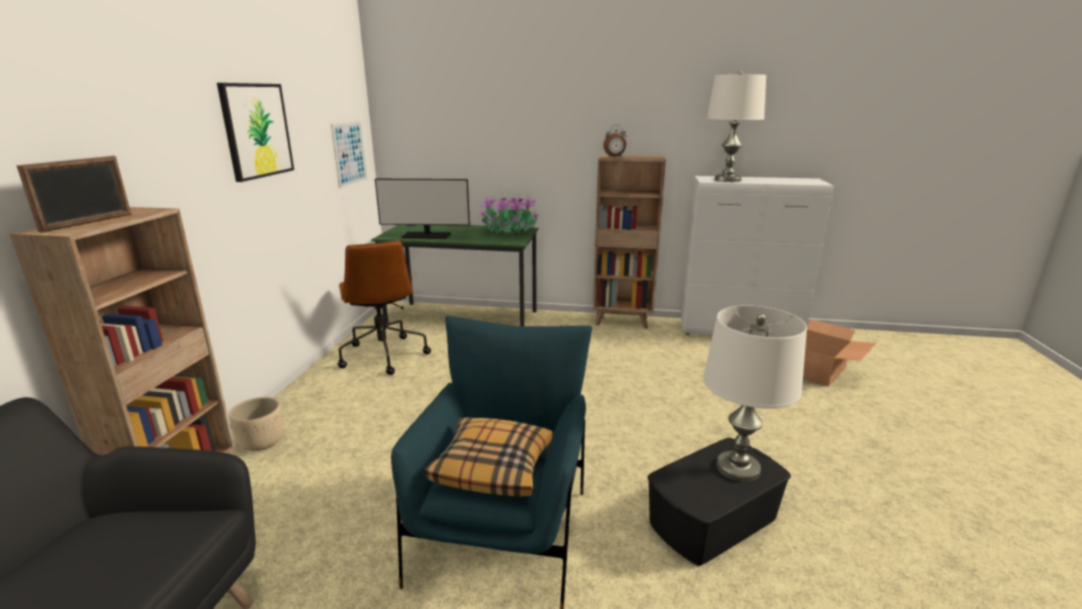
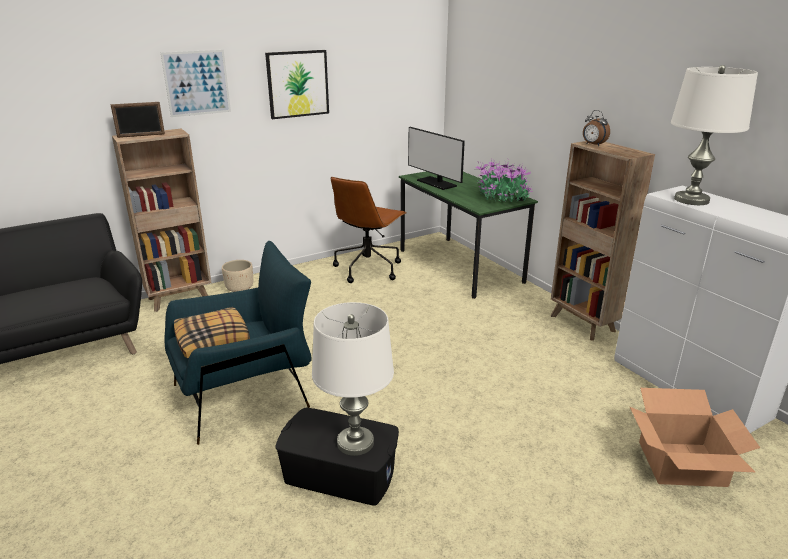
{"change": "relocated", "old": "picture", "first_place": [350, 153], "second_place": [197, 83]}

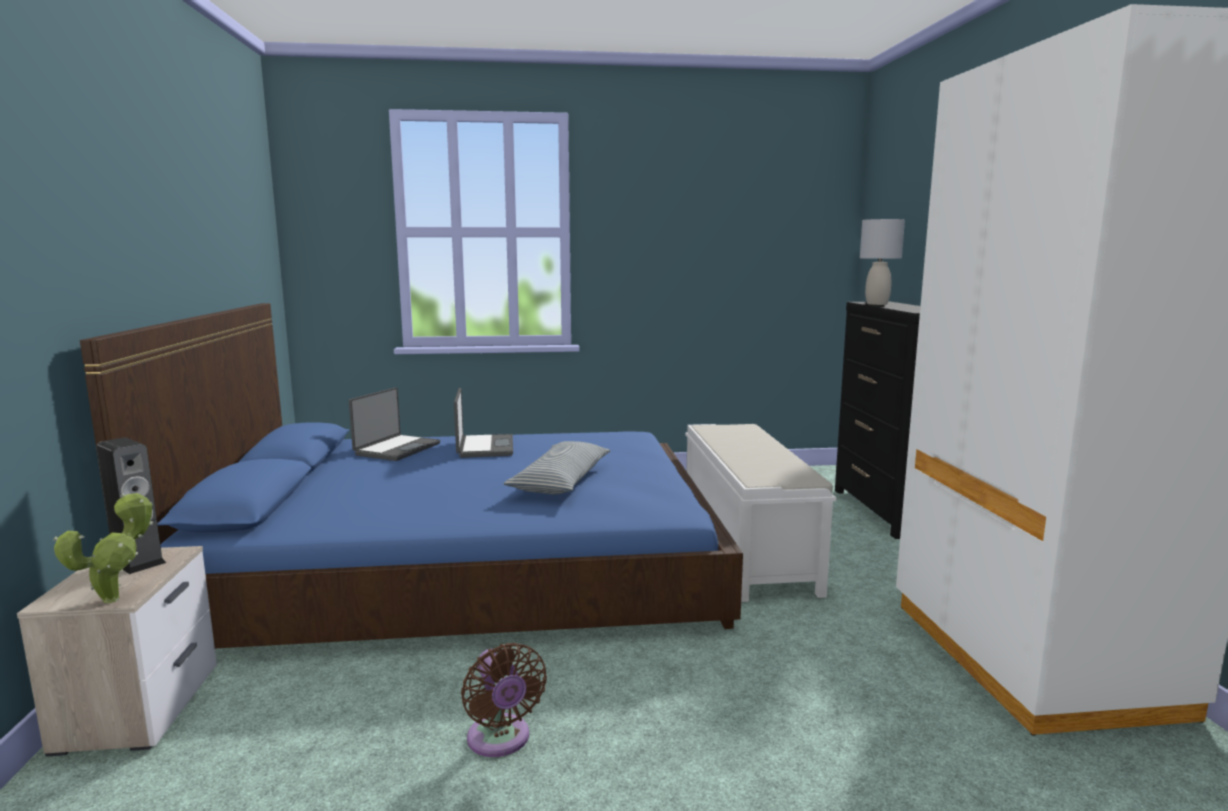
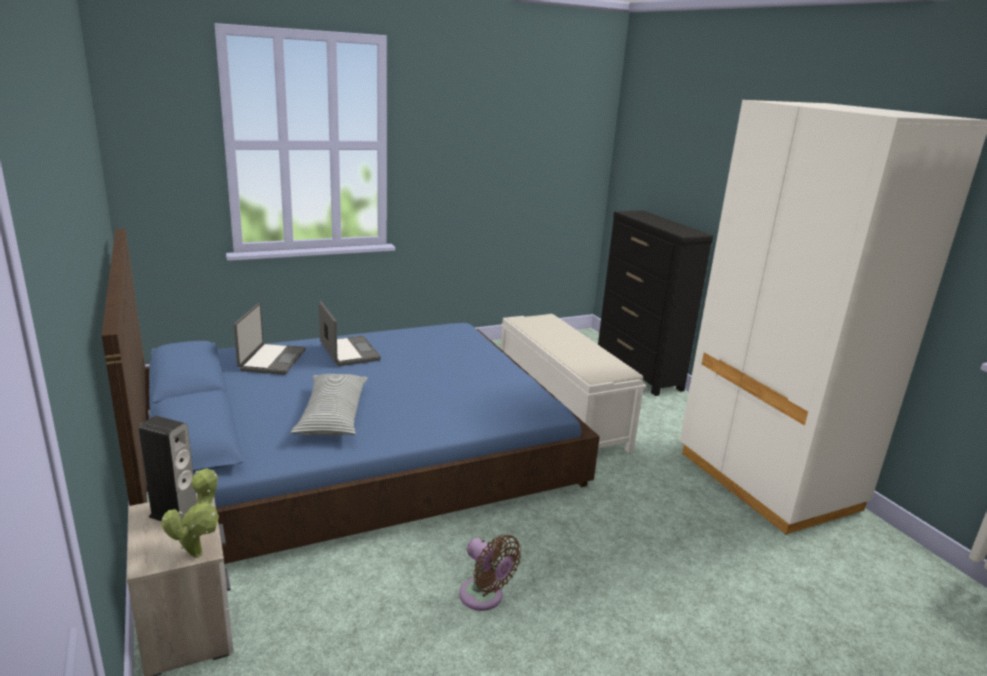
{"change": "relocated", "old": "pillow", "first_place": [561, 481], "second_place": [332, 415]}
{"change": "missing", "old": "grey table lamp", "first_place": [877, 304]}

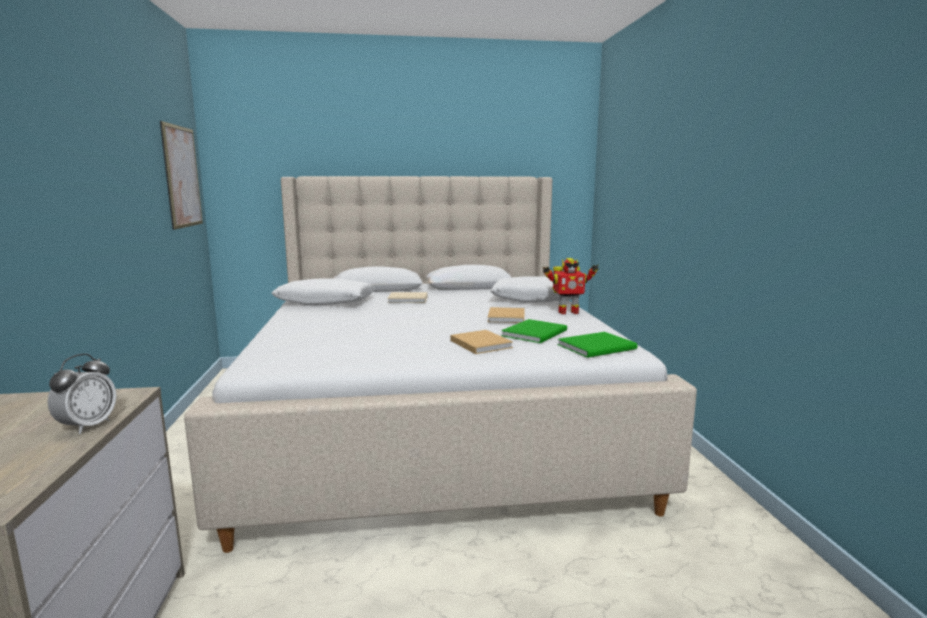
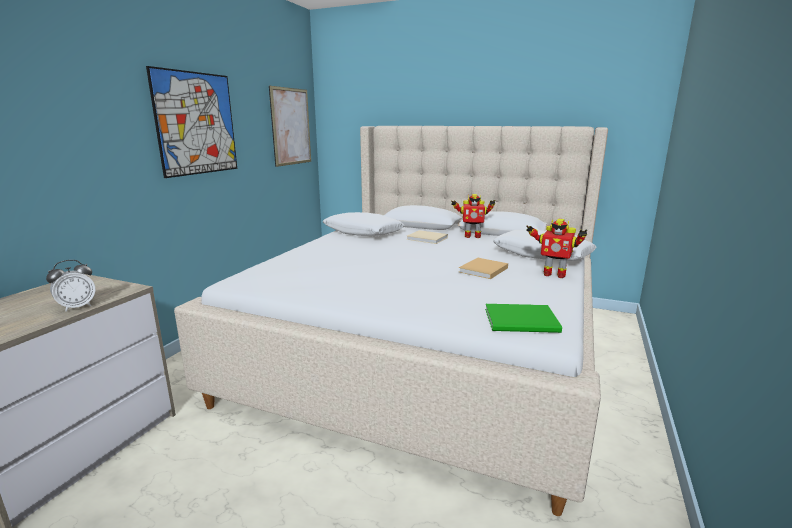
{"change": "missing", "old": "beige book", "first_place": [480, 343]}
{"change": "missing", "old": "green book", "first_place": [536, 333]}
{"change": "appeared", "new": "picture", "second_place": [196, 123]}
{"change": "appeared", "new": "toy robot", "second_place": [472, 236]}

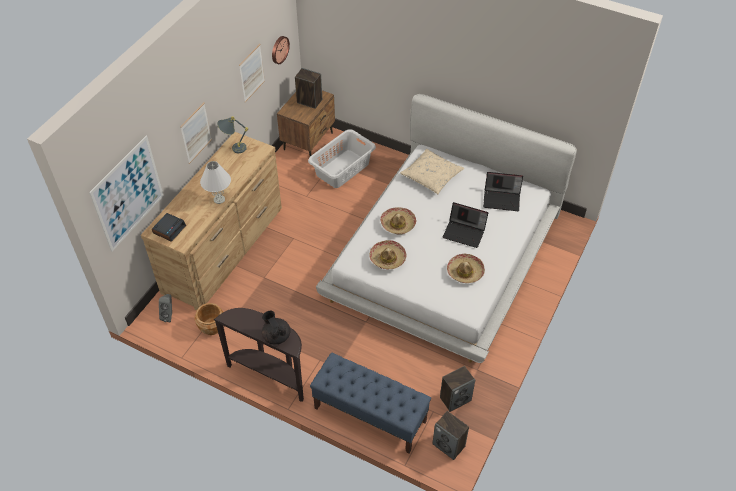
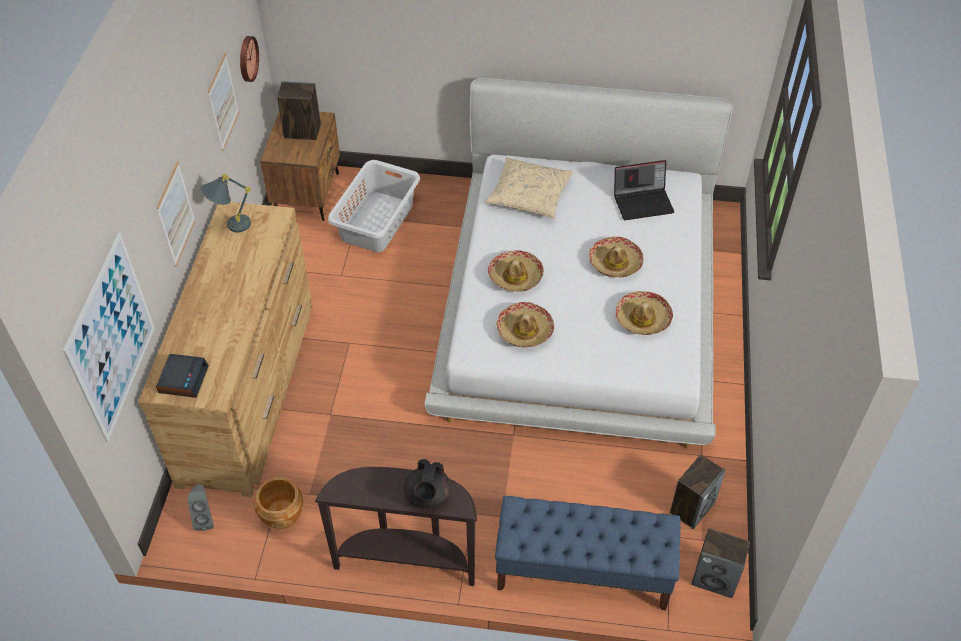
{"change": "missing", "old": "white table lamp", "first_place": [219, 199]}
{"change": "spun", "old": "black teapot", "first_place": [276, 336], "second_place": [427, 496], "degrees": -120}
{"change": "exchanged", "old": "laptop", "new": "hat", "first_place": [464, 232], "second_place": [615, 263]}

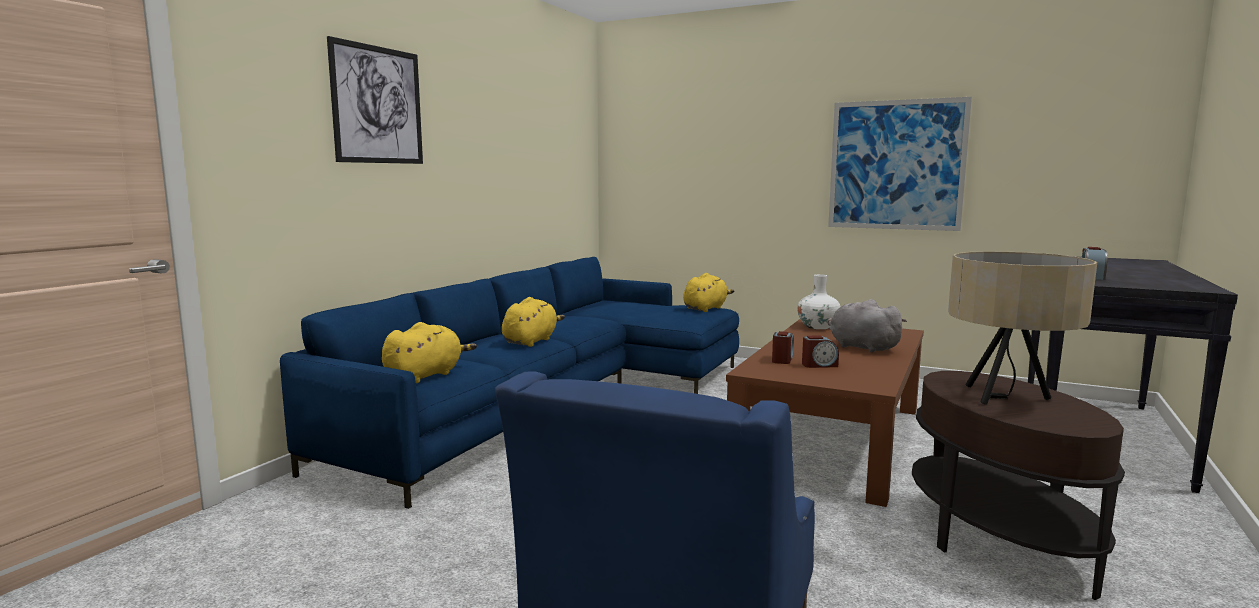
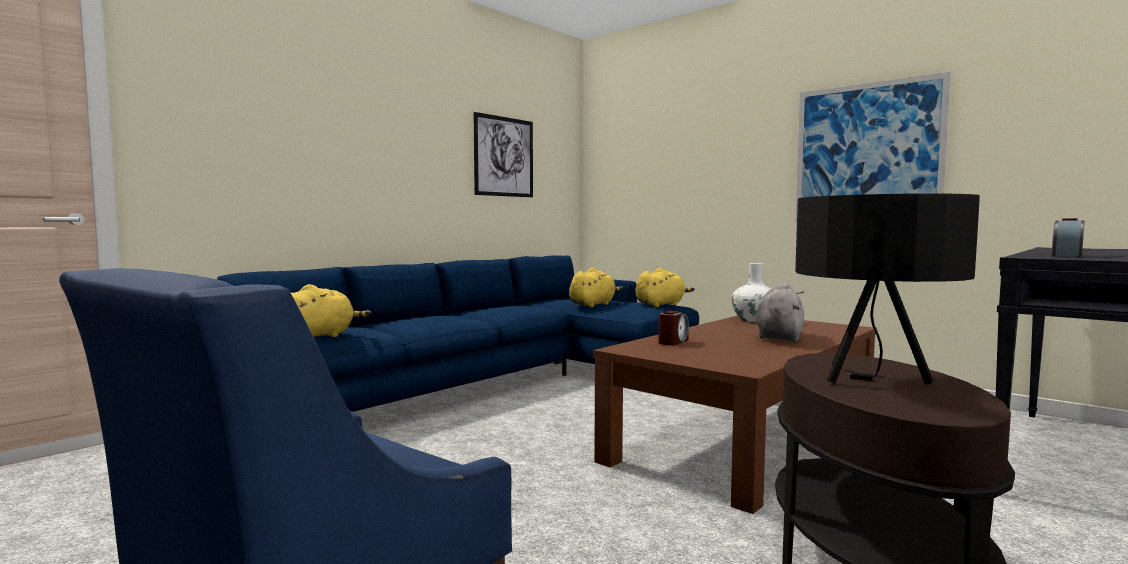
{"change": "relocated", "old": "picture", "first_place": [378, 105], "second_place": [504, 156]}
{"change": "relocated", "old": "yellow plush toy", "first_place": [531, 341], "second_place": [593, 305]}
{"change": "missing", "old": "alarm clock", "first_place": [819, 365]}
{"change": "spun", "old": "grey plush toy", "first_place": [861, 347], "second_place": [779, 337], "degrees": 45}
{"change": "colour", "old": "beige table lamp", "new": "black table lamp", "first_place": [1008, 398], "second_place": [875, 380]}

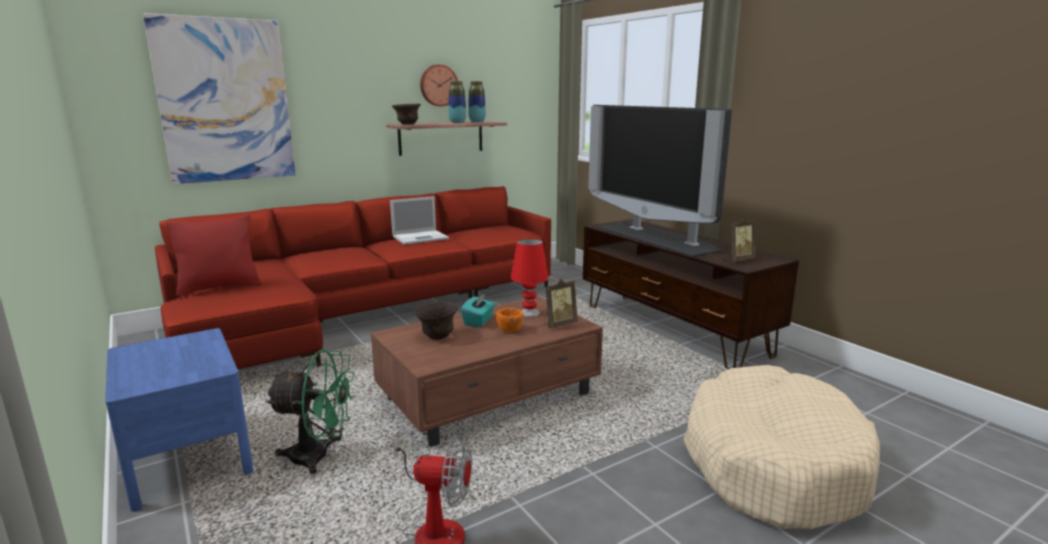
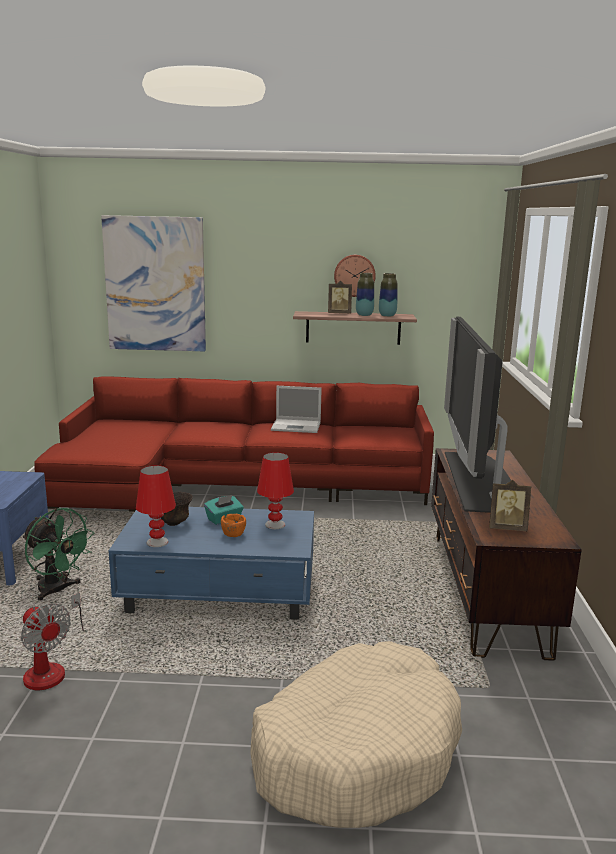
{"change": "missing", "old": "red pillow", "first_place": [219, 287]}
{"change": "colour", "old": "brown coffee table", "new": "blue coffee table", "first_place": [491, 397], "second_place": [221, 592]}
{"change": "missing", "old": "brown bowl", "first_place": [407, 124]}
{"change": "relocated", "old": "picture frame", "first_place": [558, 324], "second_place": [339, 313]}
{"change": "appeared", "new": "red table lamp", "second_place": [157, 542]}

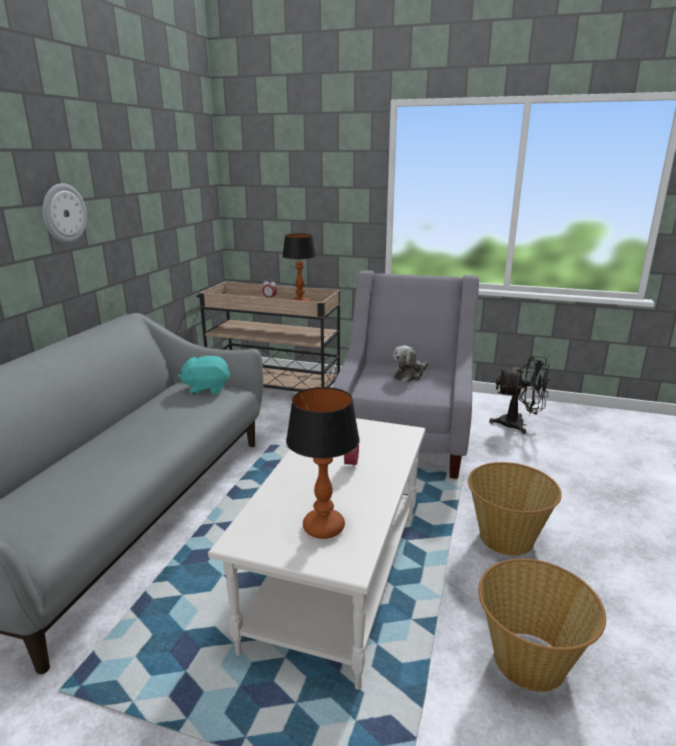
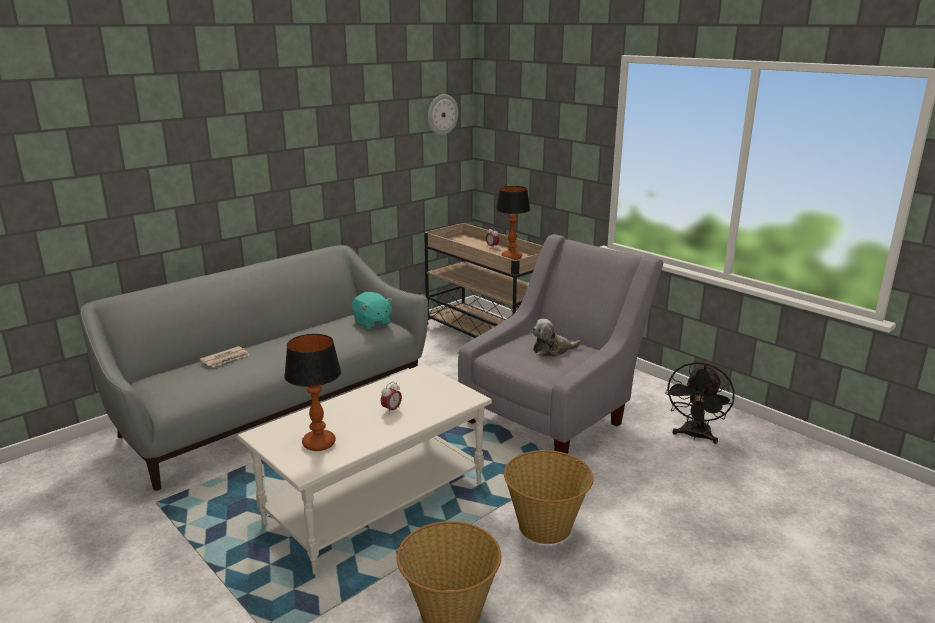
{"change": "relocated", "old": "wall clock", "first_place": [63, 213], "second_place": [442, 114]}
{"change": "spun", "old": "turquoise plush toy", "first_place": [207, 388], "second_place": [372, 323], "degrees": -150}
{"change": "spun", "old": "black fan", "first_place": [518, 424], "second_place": [695, 436], "degrees": 75}
{"change": "appeared", "new": "newspaper", "second_place": [226, 359]}

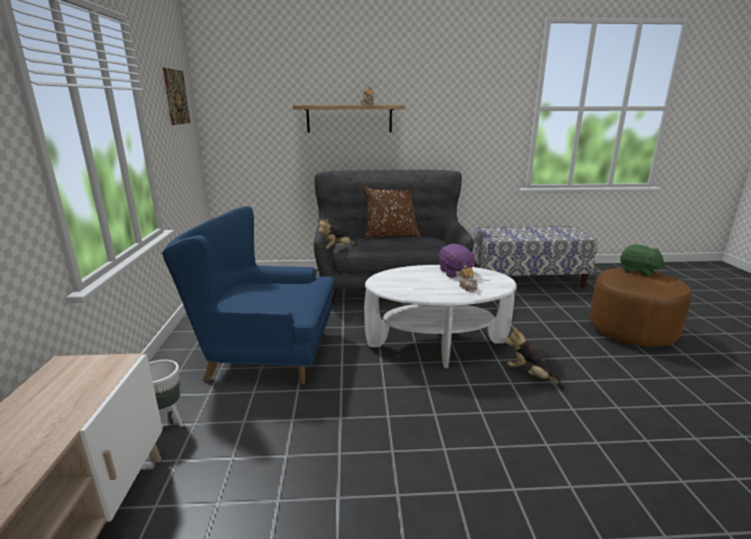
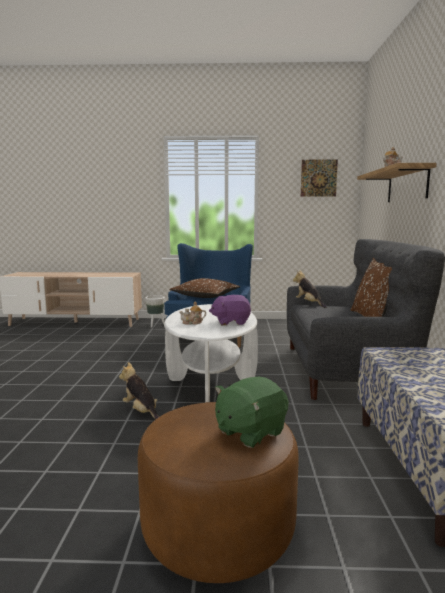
{"change": "spun", "old": "plush toy", "first_place": [531, 376], "second_place": [141, 412], "degrees": -90}
{"change": "appeared", "new": "brown pillow", "second_place": [205, 297]}

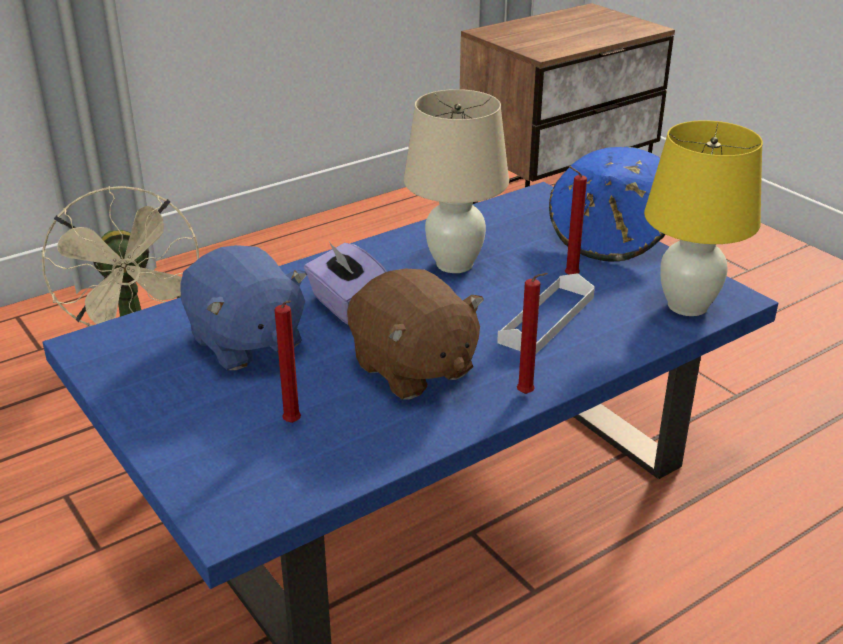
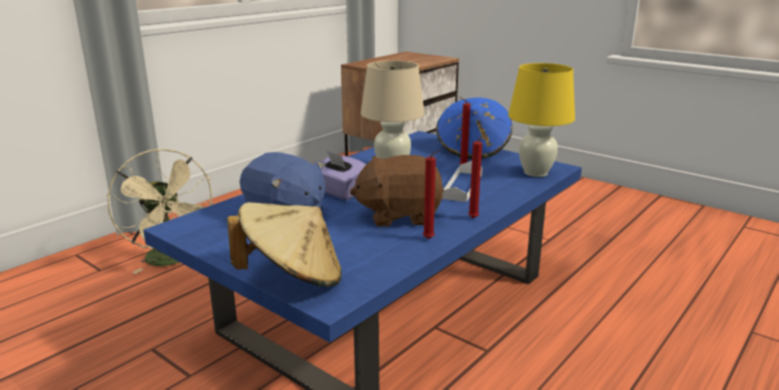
{"change": "relocated", "old": "red candle", "first_place": [293, 424], "second_place": [430, 239]}
{"change": "spun", "old": "brown plush toy", "first_place": [412, 369], "second_place": [399, 215], "degrees": 135}
{"change": "appeared", "new": "beige hat", "second_place": [292, 278]}

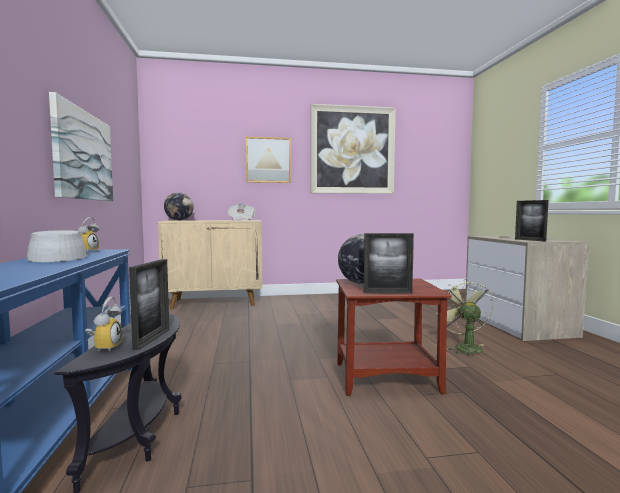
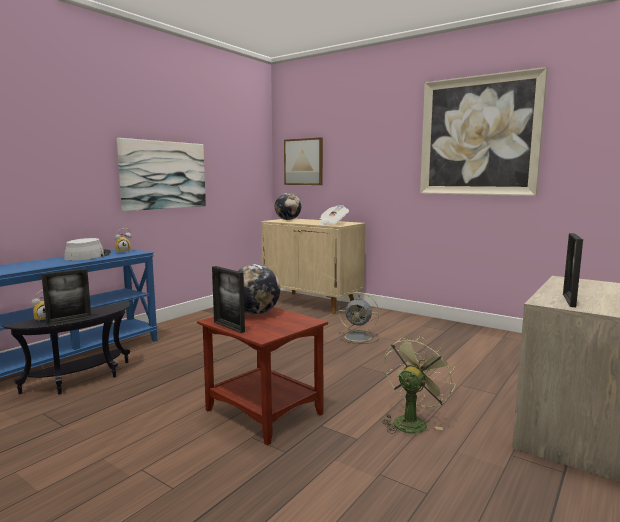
{"change": "relocated", "old": "picture", "first_place": [268, 160], "second_place": [303, 162]}
{"change": "appeared", "new": "grey fan", "second_place": [359, 337]}

